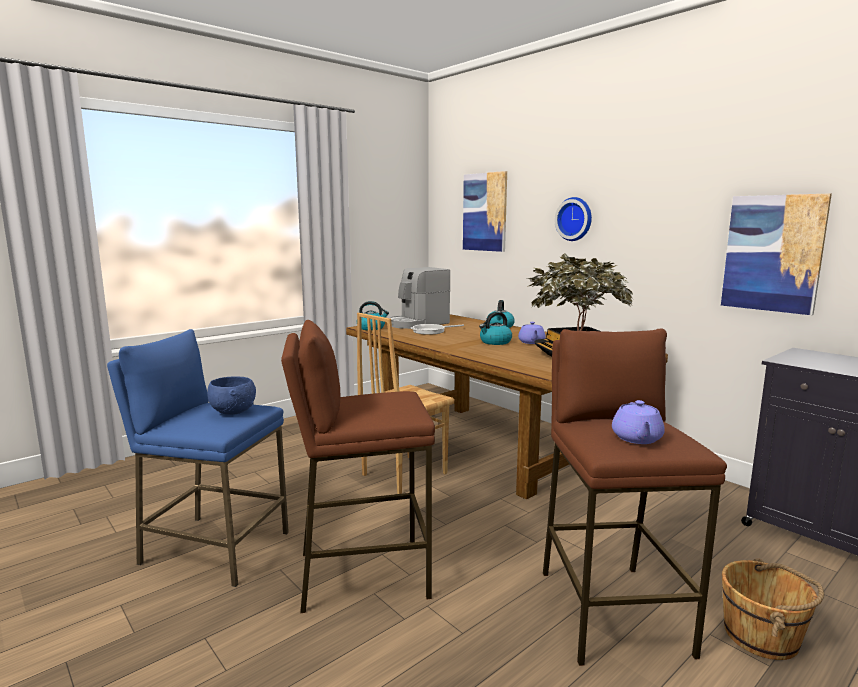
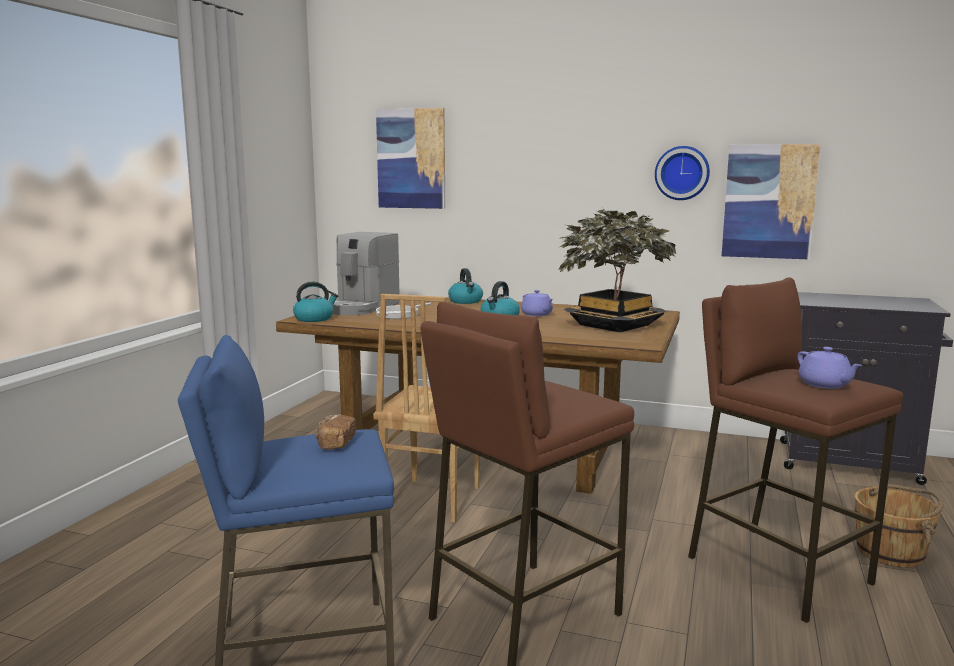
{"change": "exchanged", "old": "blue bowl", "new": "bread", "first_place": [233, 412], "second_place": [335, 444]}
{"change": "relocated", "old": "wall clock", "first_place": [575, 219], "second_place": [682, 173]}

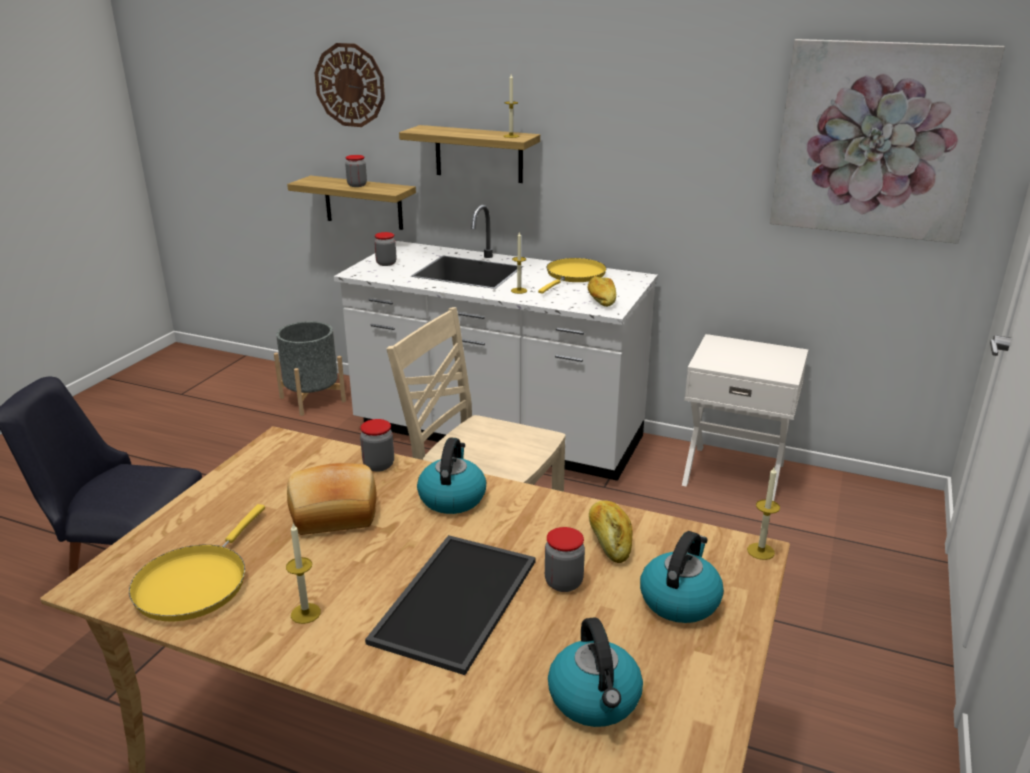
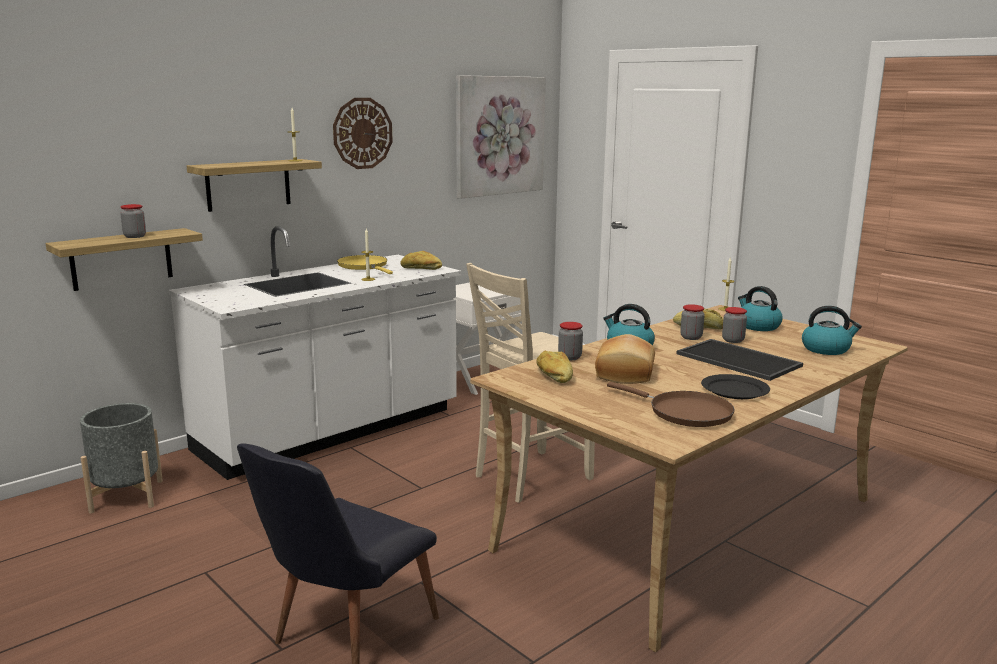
{"change": "colour", "old": "yellow frying pan", "new": "brown frying pan", "first_place": [196, 582], "second_place": [684, 412]}
{"change": "exchanged", "old": "candle", "new": "black plate", "first_place": [305, 613], "second_place": [734, 389]}
{"change": "relocated", "old": "wall clock", "first_place": [350, 85], "second_place": [362, 133]}
{"change": "relocated", "old": "jar", "first_place": [386, 263], "second_place": [691, 337]}
{"change": "appeared", "new": "bread", "second_place": [553, 376]}

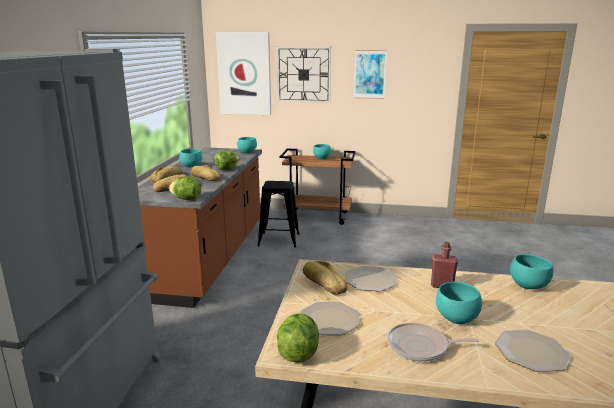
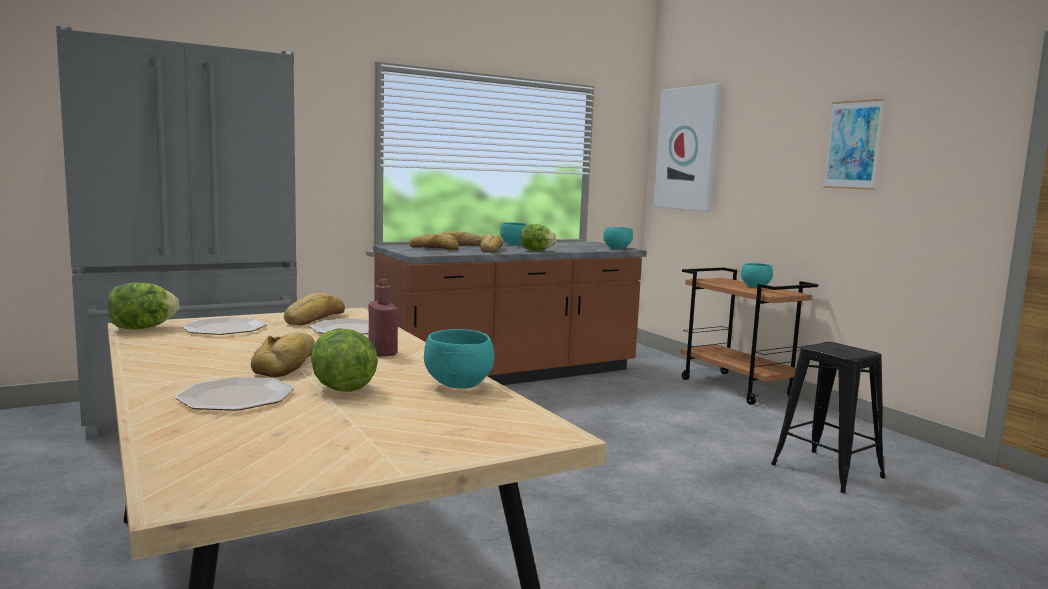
{"change": "relocated", "old": "lettuce", "first_place": [187, 199], "second_place": [342, 388]}
{"change": "relocated", "old": "black stool", "first_place": [279, 240], "second_place": [827, 471]}
{"change": "missing", "old": "wall clock", "first_place": [303, 74]}
{"change": "missing", "old": "frying pan", "first_place": [420, 347]}
{"change": "exchanged", "old": "turquoise bowl", "new": "bread", "first_place": [457, 319], "second_place": [289, 364]}

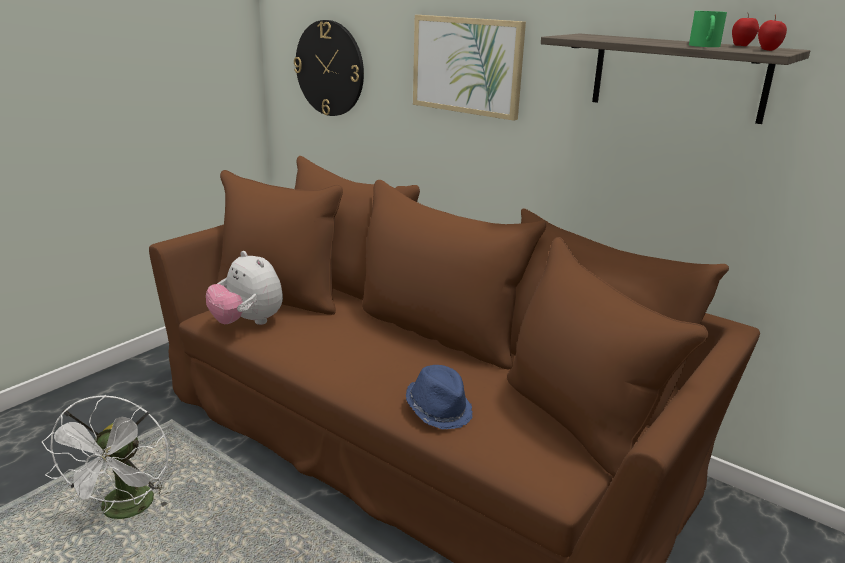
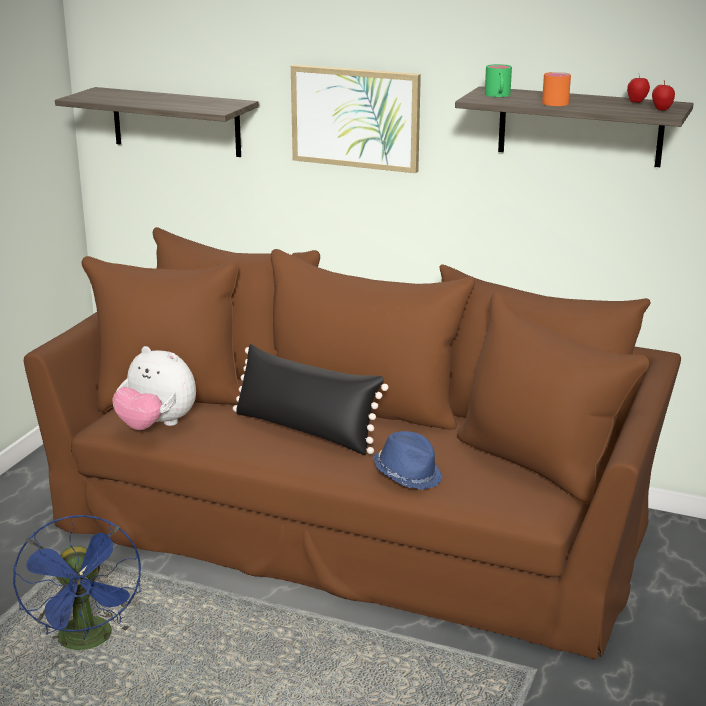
{"change": "colour", "old": "white fan", "new": "blue fan", "first_place": [125, 511], "second_place": [88, 642]}
{"change": "exchanged", "old": "wall clock", "new": "shelf", "first_place": [330, 68], "second_place": [176, 122]}
{"change": "relocated", "old": "green mug", "first_place": [705, 46], "second_place": [498, 95]}
{"change": "appeared", "new": "black pillow", "second_place": [305, 430]}
{"change": "appeared", "new": "orange mug", "second_place": [553, 102]}

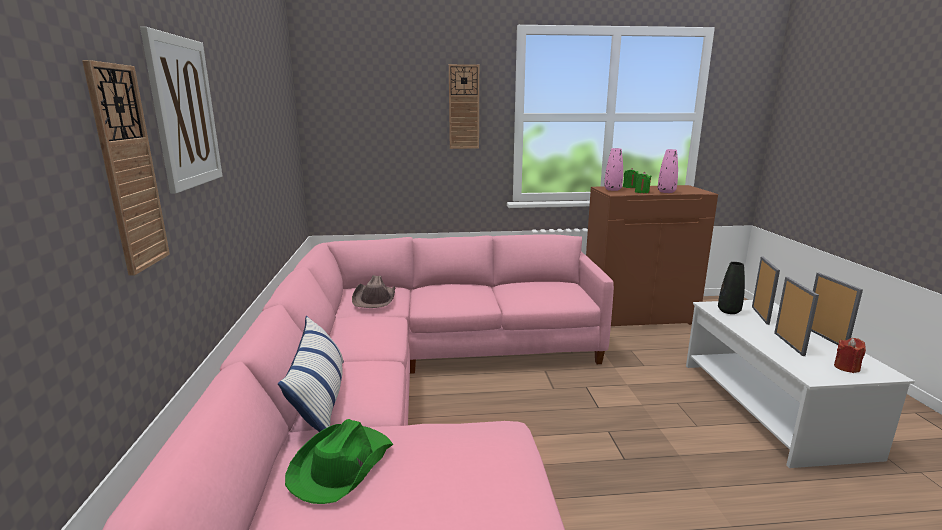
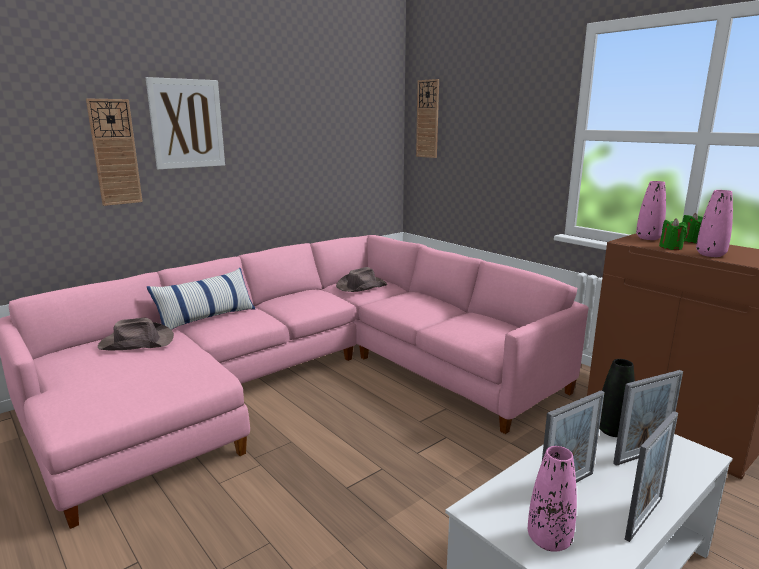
{"change": "colour", "old": "green hat", "new": "brown hat", "first_place": [341, 465], "second_place": [136, 342]}
{"change": "relocated", "old": "wall clock", "first_place": [464, 107], "second_place": [428, 119]}
{"change": "exchanged", "old": "red candle", "new": "pink vase", "first_place": [846, 367], "second_place": [549, 540]}

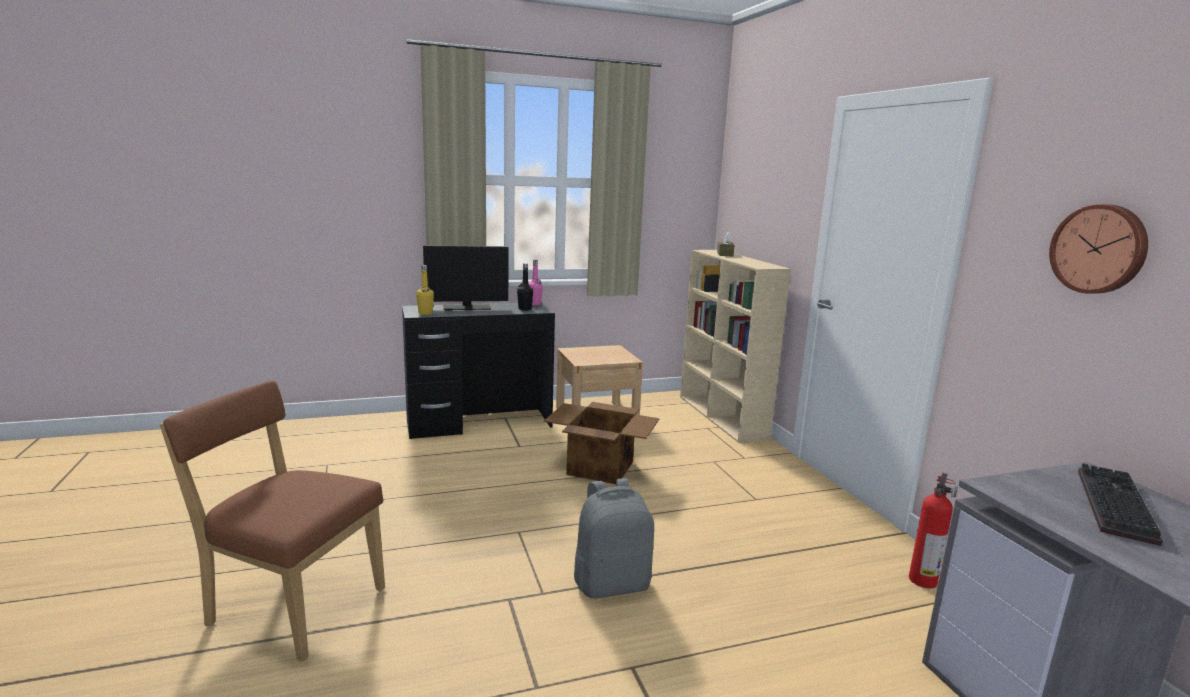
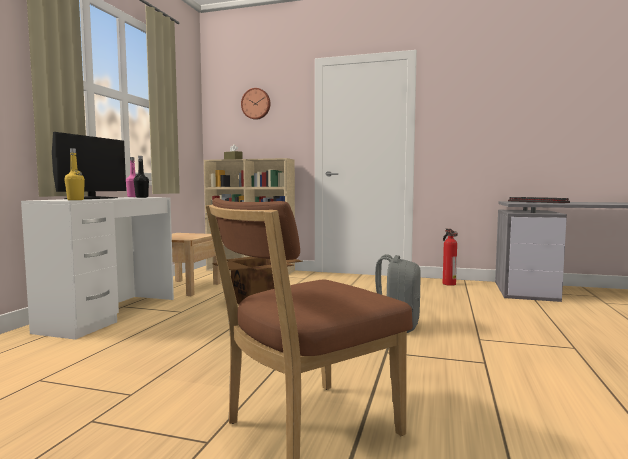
{"change": "colour", "old": "black desk", "new": "white desk", "first_place": [479, 423], "second_place": [111, 314]}
{"change": "relocated", "old": "wall clock", "first_place": [1099, 249], "second_place": [256, 104]}

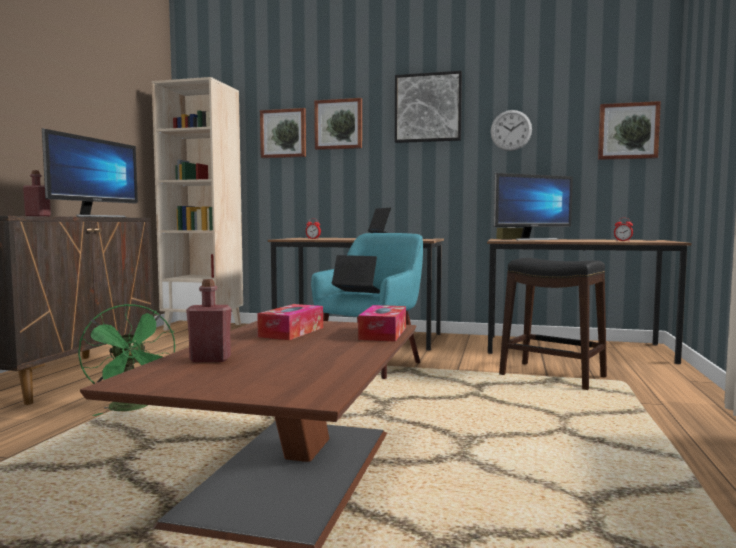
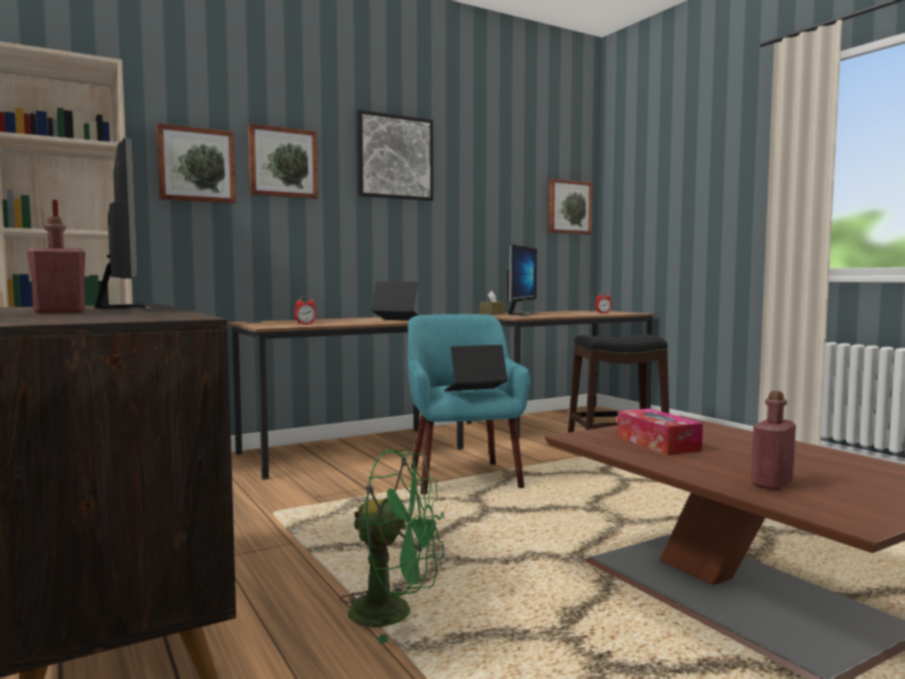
{"change": "missing", "old": "tissue box", "first_place": [383, 333]}
{"change": "missing", "old": "wall clock", "first_place": [511, 130]}

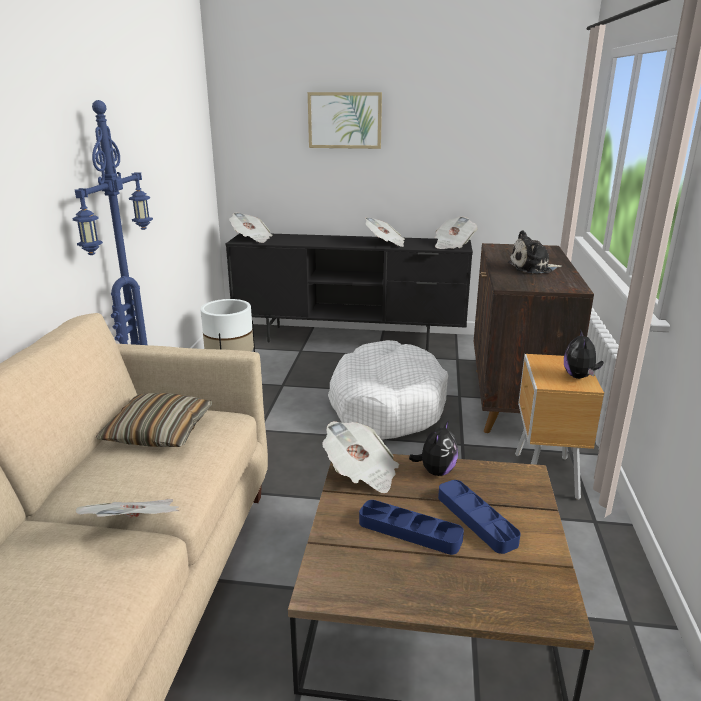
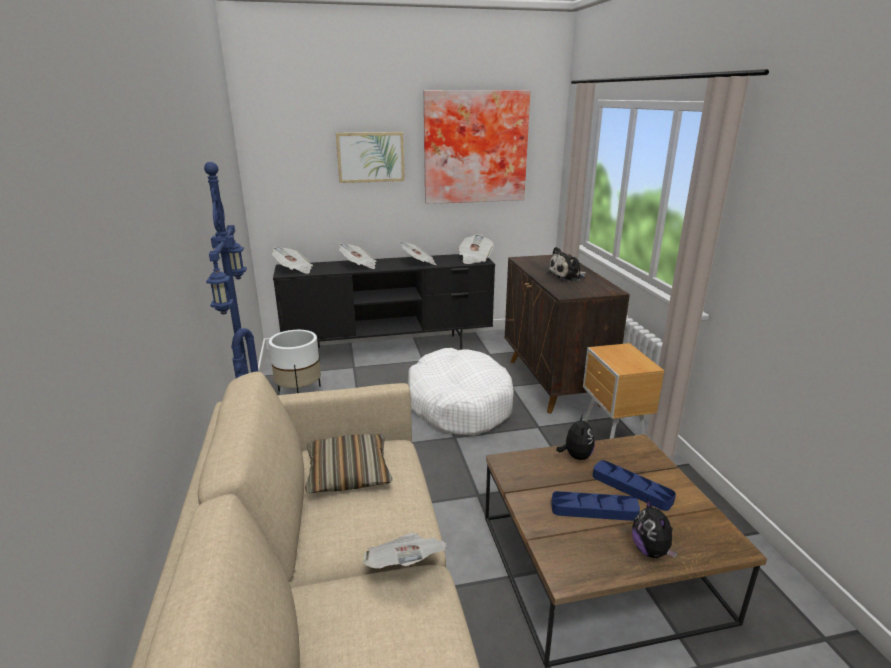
{"change": "relocated", "old": "newspaper", "first_place": [361, 473], "second_place": [359, 266]}
{"change": "relocated", "old": "plush toy", "first_place": [579, 377], "second_place": [651, 551]}
{"change": "appeared", "new": "picture", "second_place": [475, 147]}

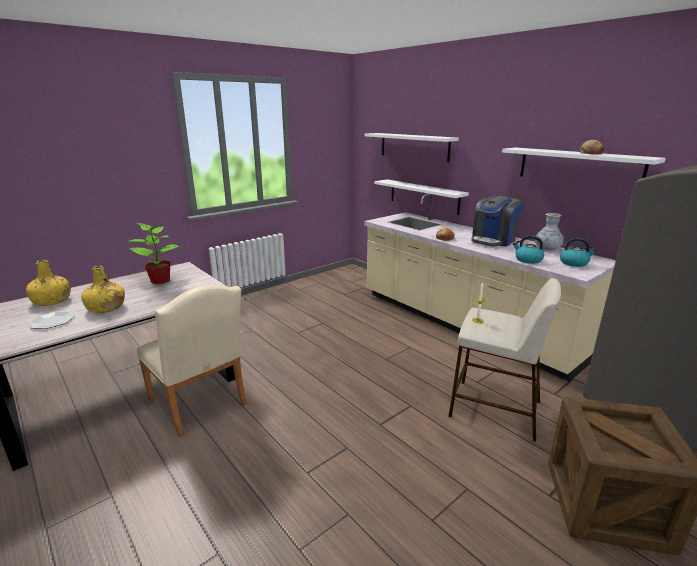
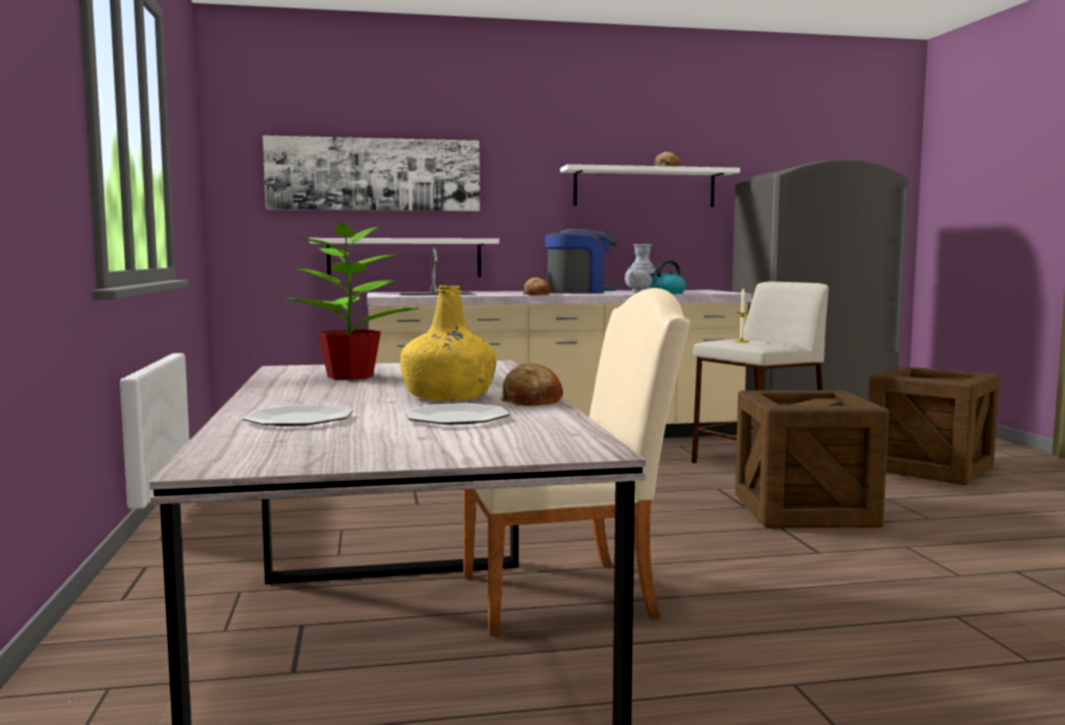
{"change": "exchanged", "old": "yellow bottle", "new": "plate", "first_place": [52, 301], "second_place": [299, 419]}
{"change": "exchanged", "old": "white shelf", "new": "picture", "first_place": [414, 146], "second_place": [374, 174]}
{"change": "spun", "old": "coffee machine", "first_place": [493, 240], "second_place": [580, 292], "degrees": -90}
{"change": "missing", "old": "kettle", "first_place": [574, 263]}
{"change": "appeared", "new": "bread", "second_place": [531, 401]}
{"change": "appeared", "new": "crate", "second_place": [804, 510]}

